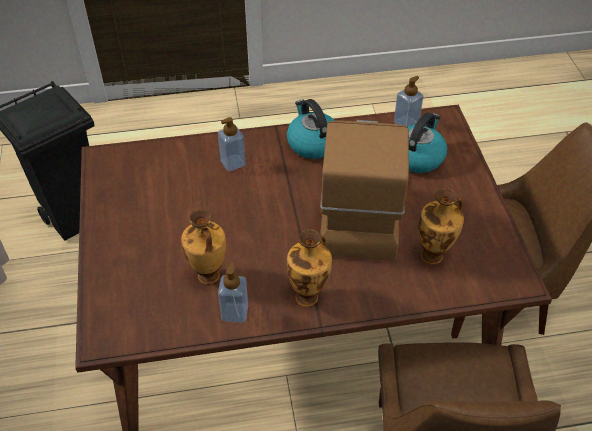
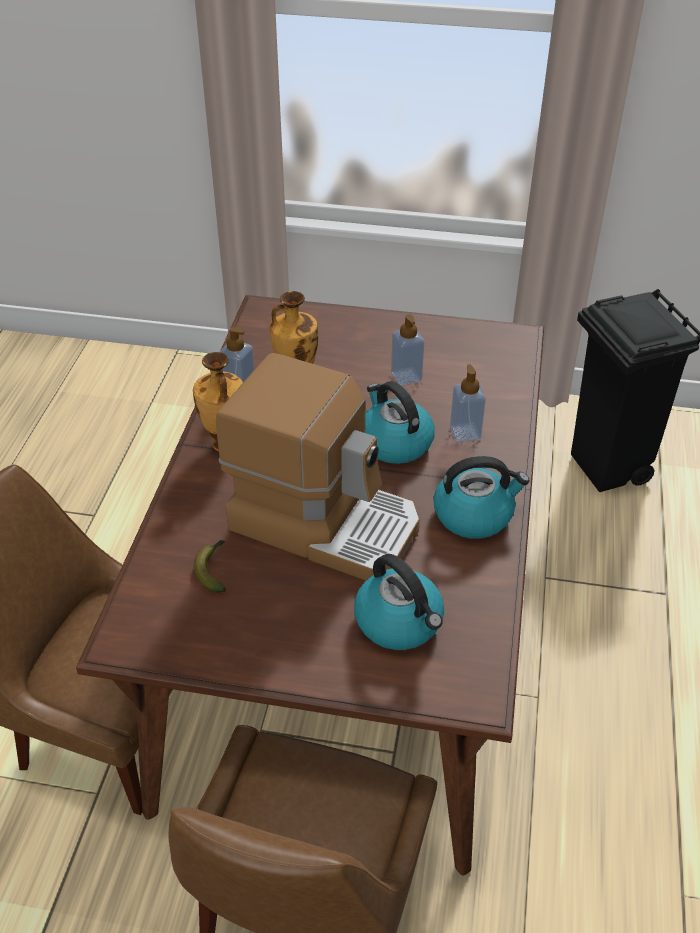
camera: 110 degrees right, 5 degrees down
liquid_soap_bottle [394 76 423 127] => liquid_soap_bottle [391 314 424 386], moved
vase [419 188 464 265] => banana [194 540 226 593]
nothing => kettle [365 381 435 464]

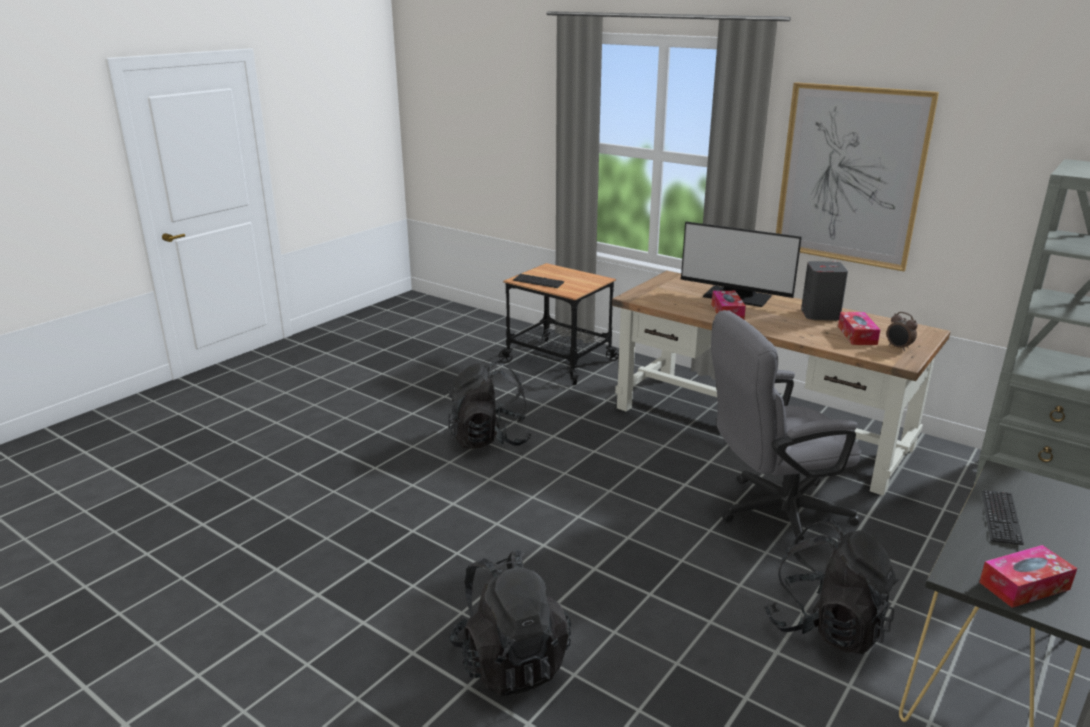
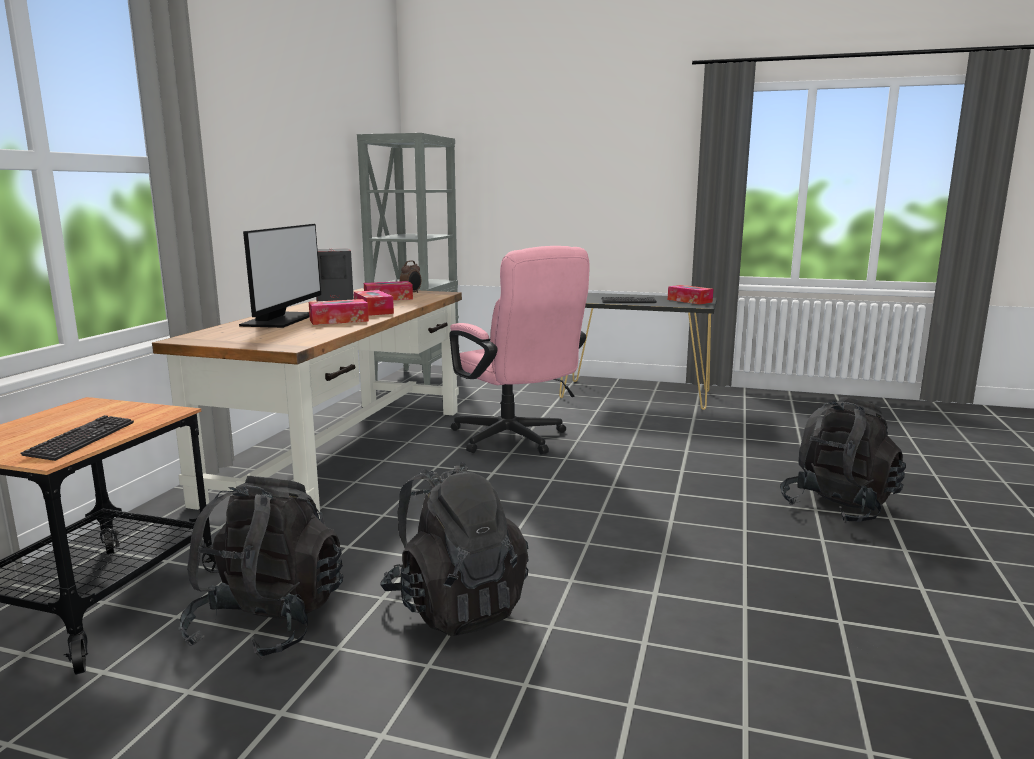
camera: 110 degrees left, 10 degrees down
grey_office_chair [711 310 861 550] => pink-coloured_office_chair [449 246 590 455]
black_rucksack [764 519 898 654] => black_rucksack [178 476 343 660], moved
wall_art [776 82 939 271] => nothing
nothing => tissue_box [354 290 394 316]

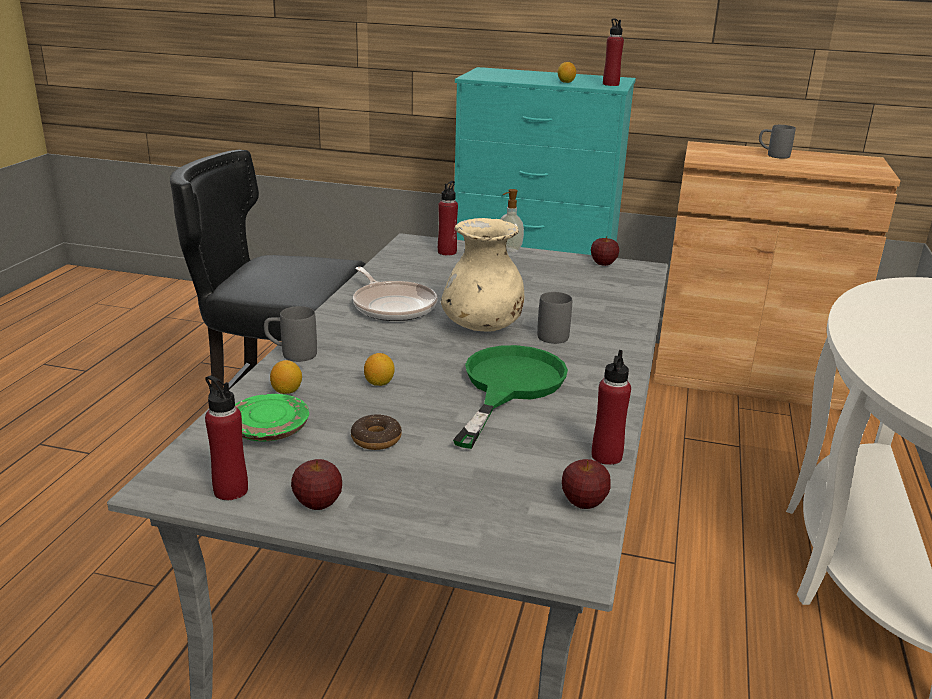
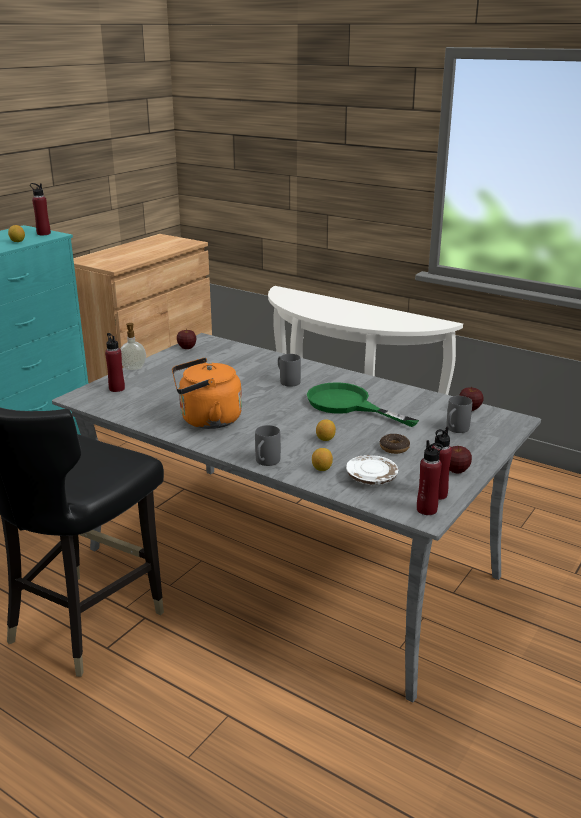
camera: 70 degrees left, 0 degrees up
green_plate [235 394 309 441] => white-coloured_plate [346 455 398 485]
pan [353 267 438 321] => orangey_kettle [172 358 242 429]
beige_vase [441 218 524 332] => nothing
red-coloured_beverage_bottle [592 350 631 465] => red-coloured_beverage_bottle [417 440 443 515], moved
grey_tea_mug [759 125 796 159] => grey_tea_mug [446 396 472 433], moved

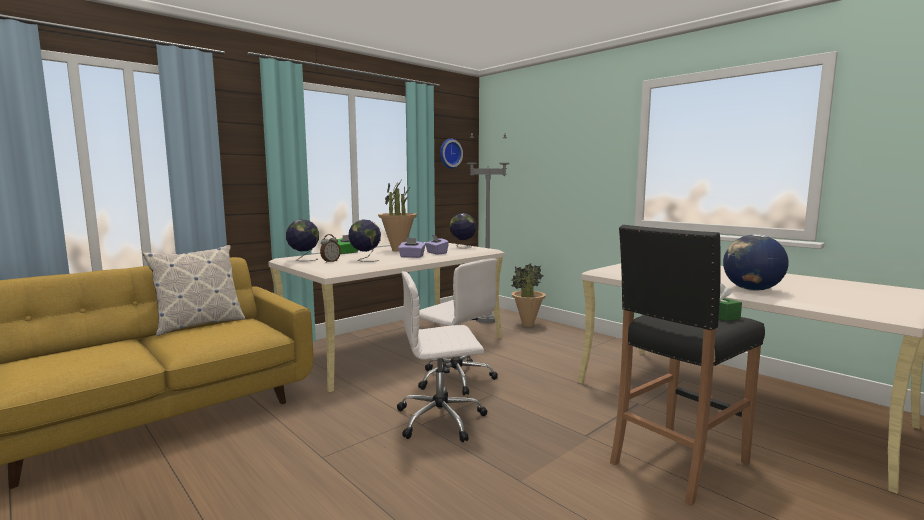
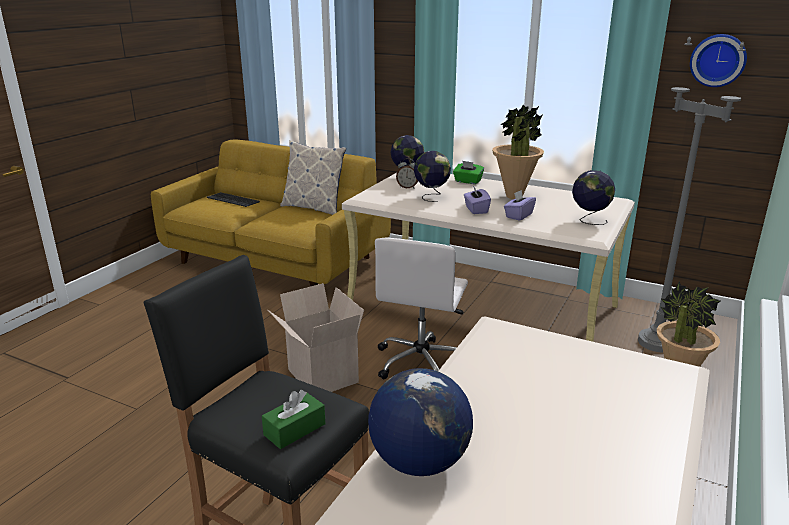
camera: 70 degrees right, 15 degrees up
white-coloured_office_chair [397 271 487 442] => cardboard_box [268 283 364 392]
nothing => keyboard [207 192 260 207]

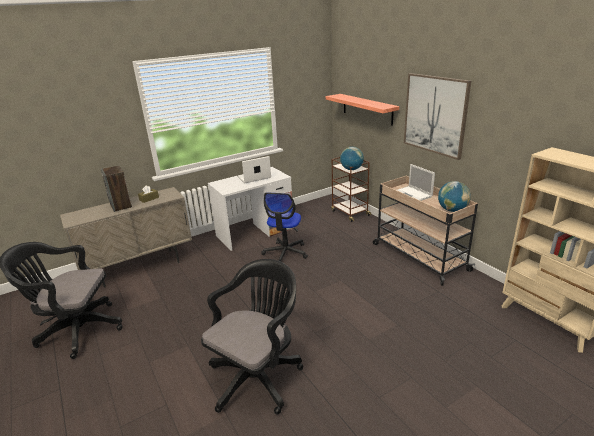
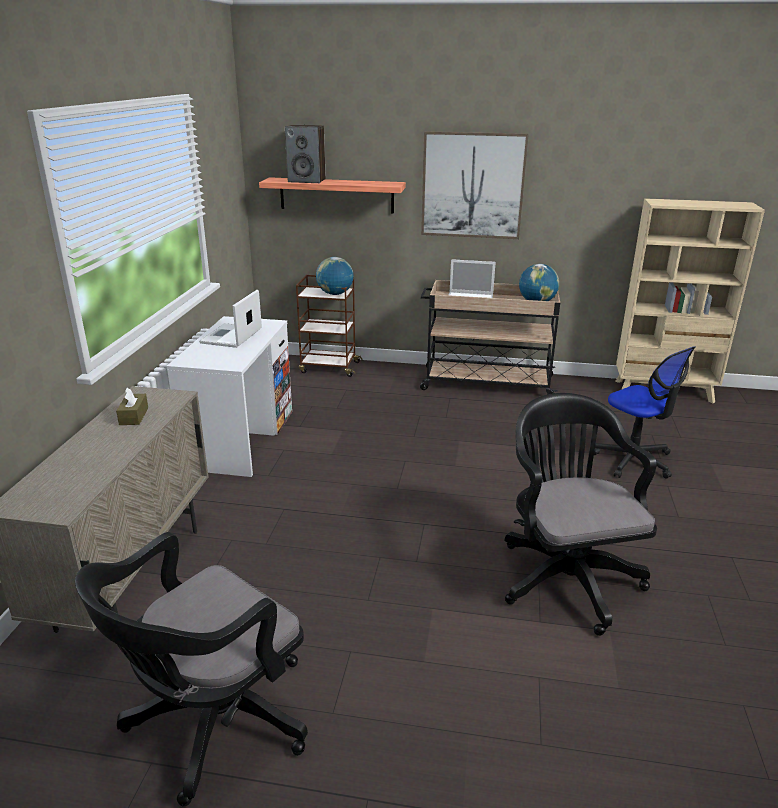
camera: 50 degrees left, 0 degrees up
audio_speaker [101 166 132 212] => audio_speaker [285 125 326 183], moved
office_chair [261 192 308 262] => office_chair [594 346 695 479], moved

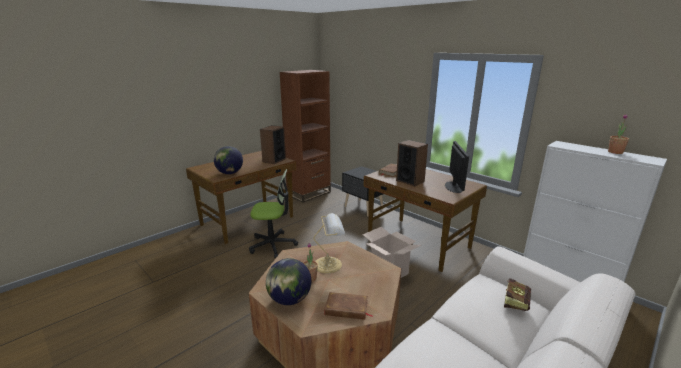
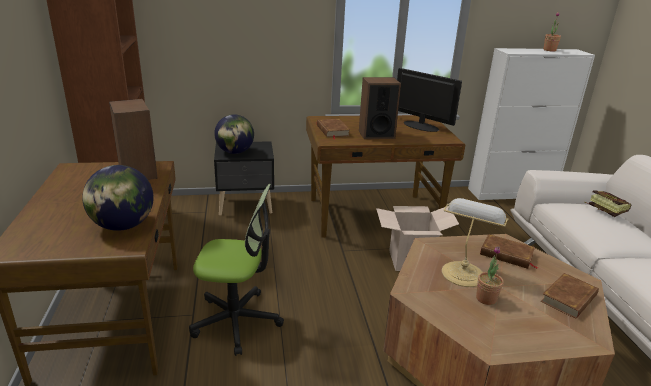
camera: 55 degrees left, 5 degrees up
office_chair [249 169 298 259] => office_chair [189 184 284 356], 60 degrees clockwise
desk_globe [266 258 311 305] => desk_globe [214 114 254 154], moved
nothing => brown-coloured_bound_book [480 234 538 269]

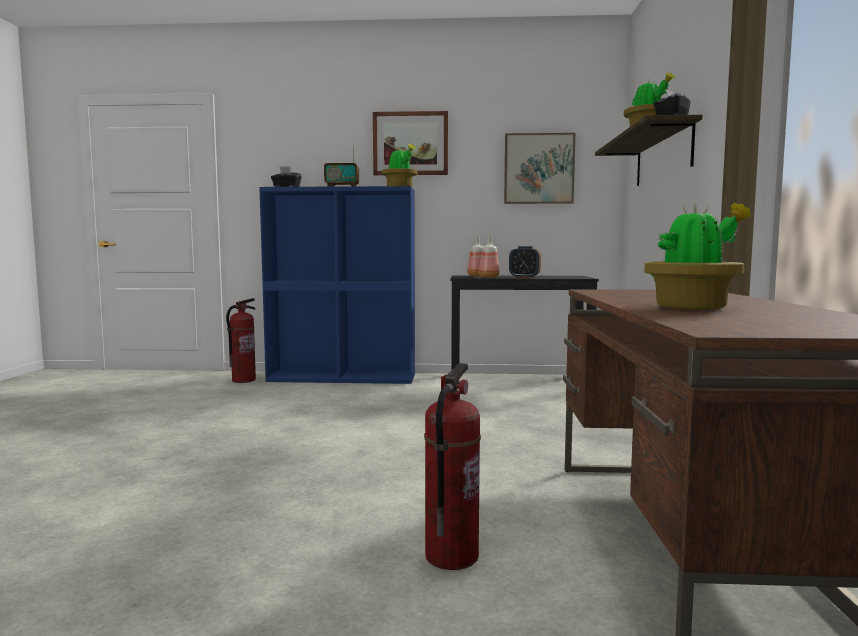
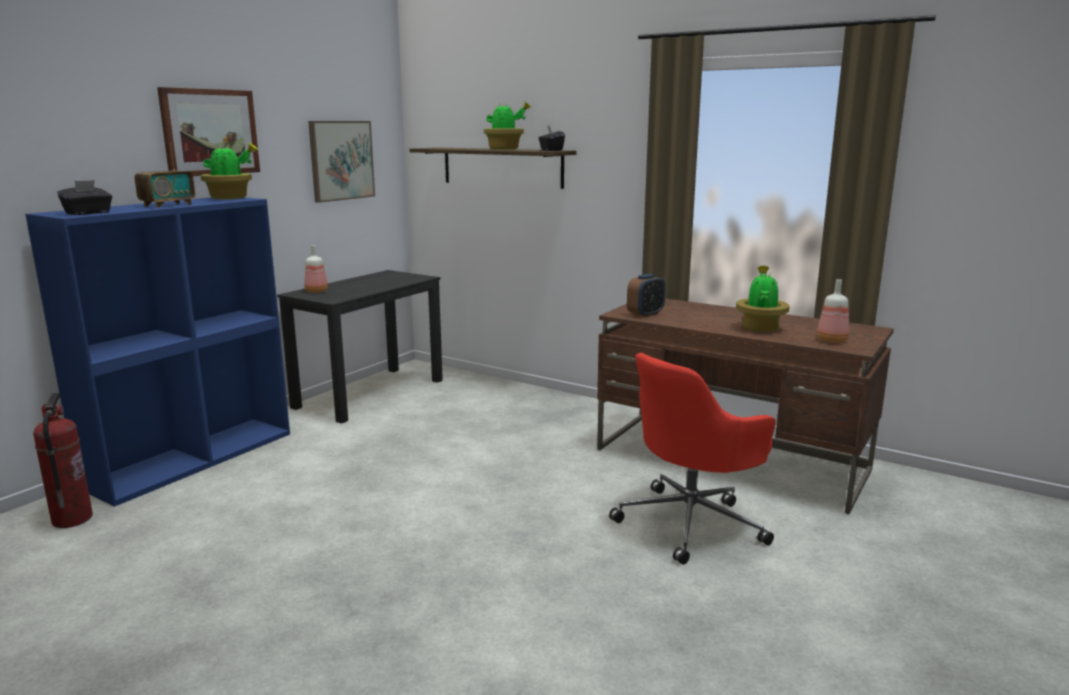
camera: 60 degrees left, 10 degrees up
fire_extinguisher [424 363 481 570] => red-coloured_office_chair [609 353 776 565]
beverage_bottle [479 235 500 278] => beverage_bottle [817 279 850 343], moved
table_clock [509 246 541 278] => table_clock [627 274 665 317], moved

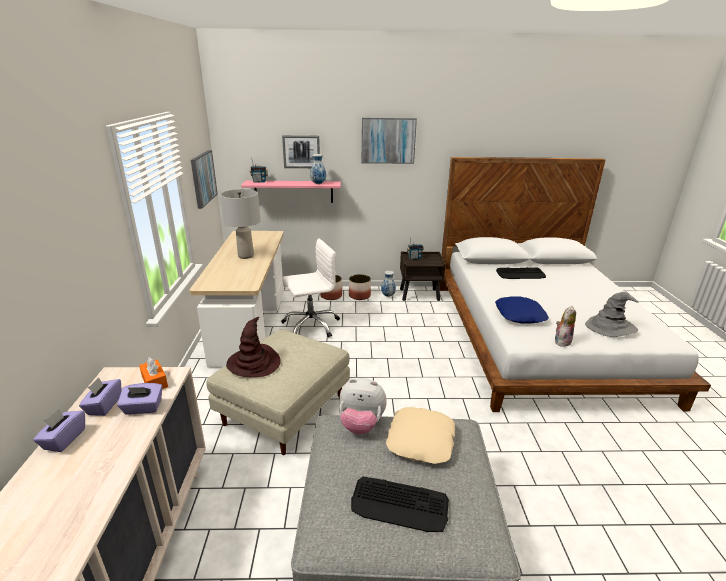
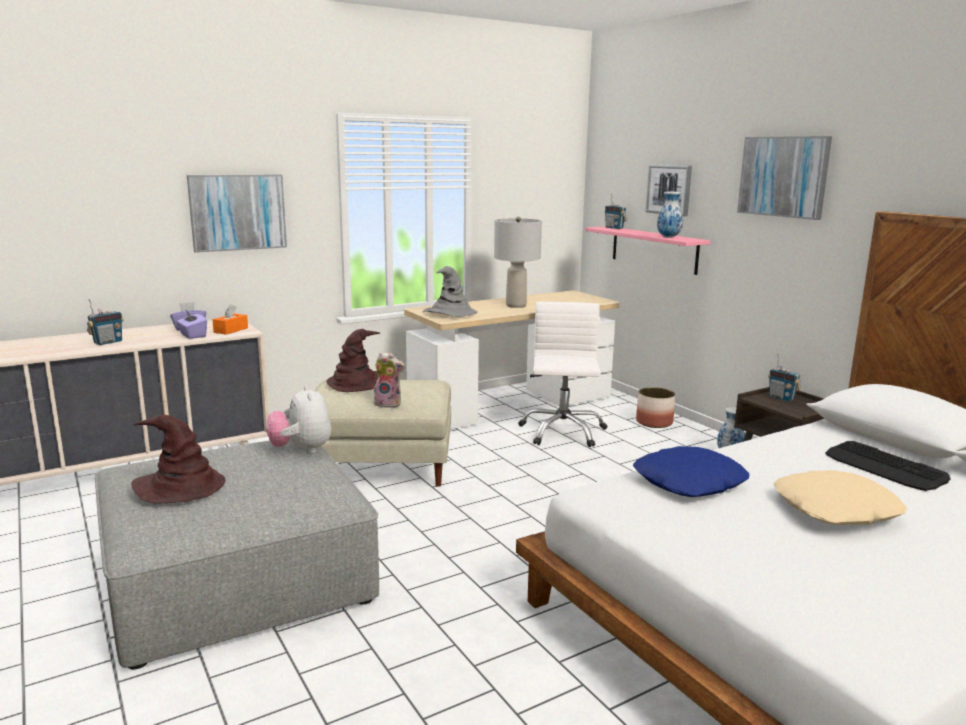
camera: 60 degrees right, 10 degrees down
purple-coloured_tissue_box [33 409 85 452] => nothing
wall_art [191 150 218 209] => wall_art [187 175 287 253], moved
white-coloured_office_chair [281 238 340 338] => white-coloured_office_chair [518 302 608 447], 120 degrees counterclockwise
planter [349 274 371 300] => nothing
keyboard [351 477 449 532] => brown-coloured_clothing_hat [131 414 225 504]
beige_cushion [386 407 455 464] => beige_cushion [774 470 907 525], moved
plush_toy [555 306 576 347] => plush_toy [374 351 405 408], moved
grey_clothing_hat [585 292 639 337] => grey_clothing_hat [423 266 478 317], moved
nothing => radio [87 299 124 345]

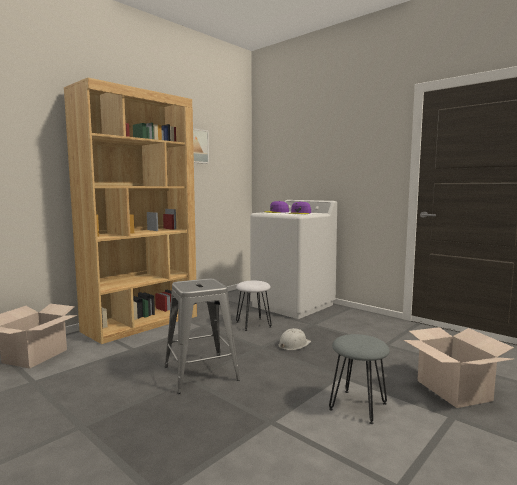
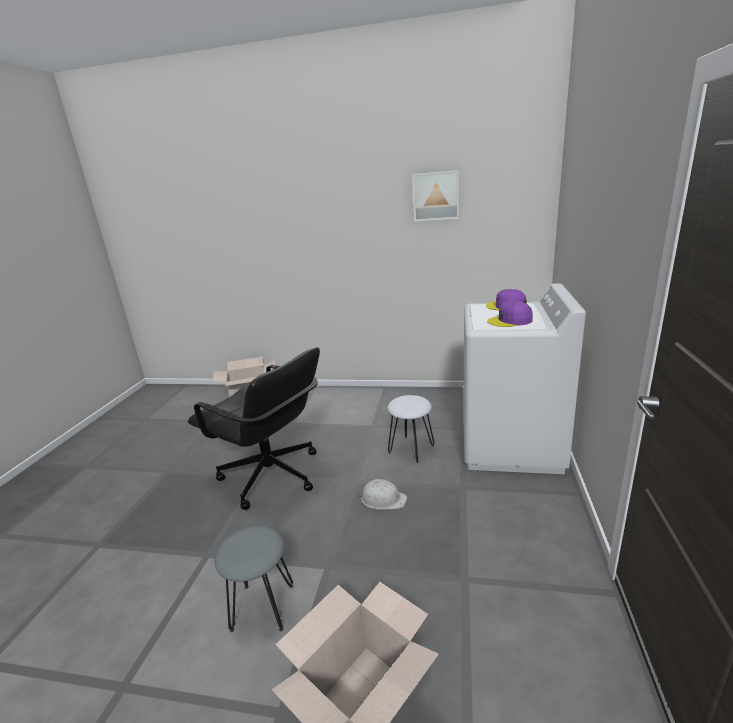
camera: 60 degrees right, 15 degrees up
brown-coloured_shelving_unit [64 78 197 344] => nothing
grey_sitting_stool [165 278 240 394] => black_office_chair [188 347 320 510]

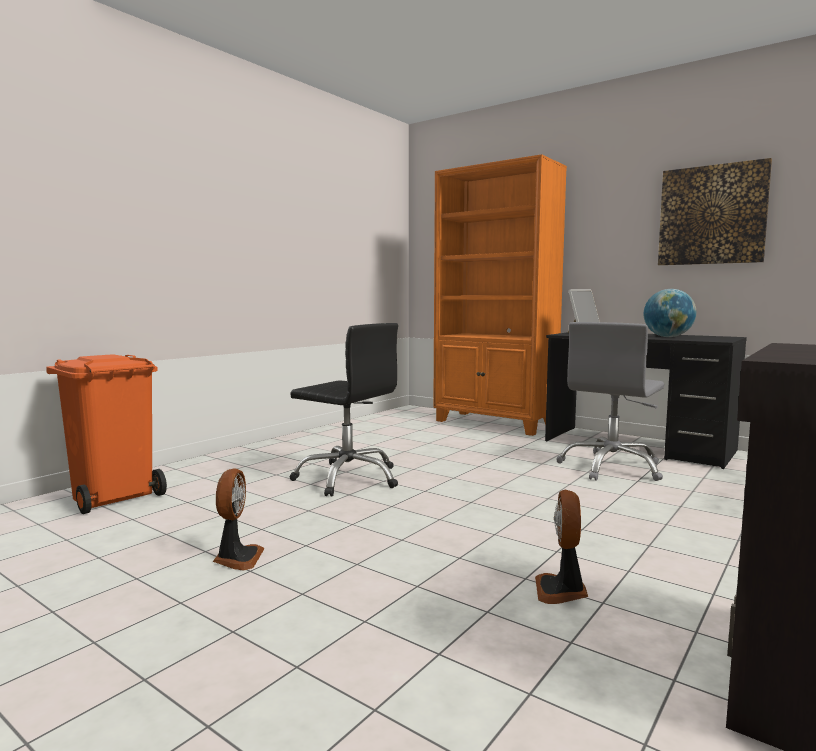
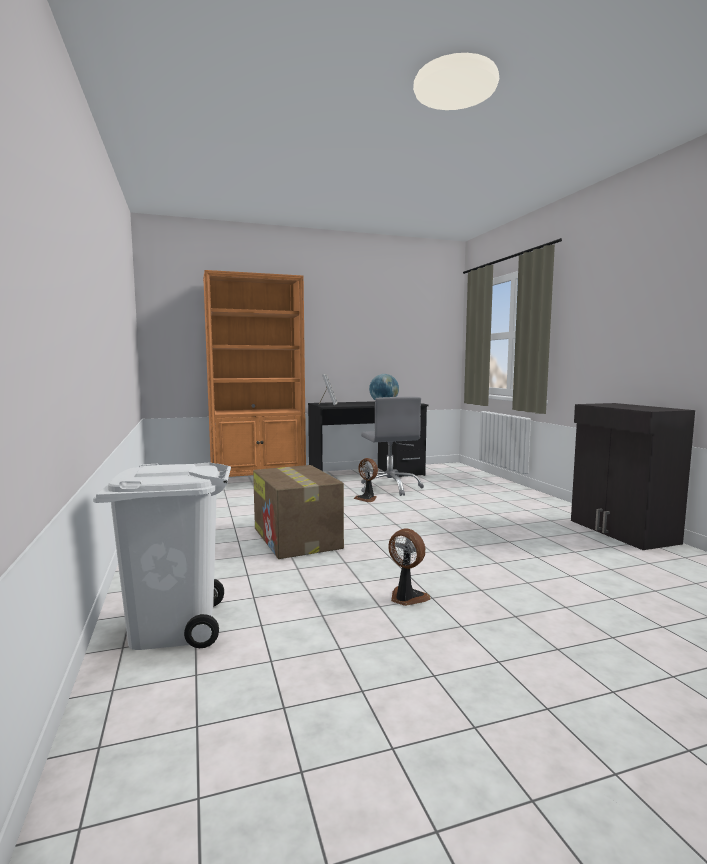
camera: 55 degrees left, 0 degrees up
orangey_rubbish_bin [46 354 167 514] => white-coloured_rubbish_bin [93 462 231 650]
black_office_chair [290 323 398 497] => cardboard_box [253 465 344 559]
cooling_fan [535 490 588 604] => cooling_fan [354 458 378 502], moved
wall_art [658 158 772 265] => nothing

